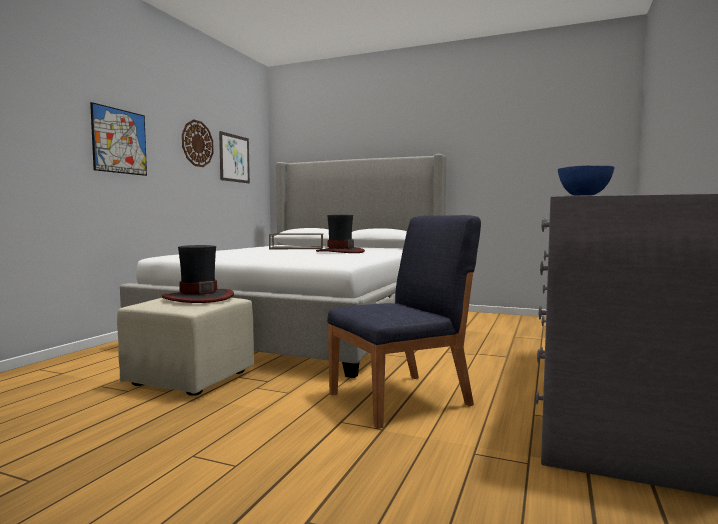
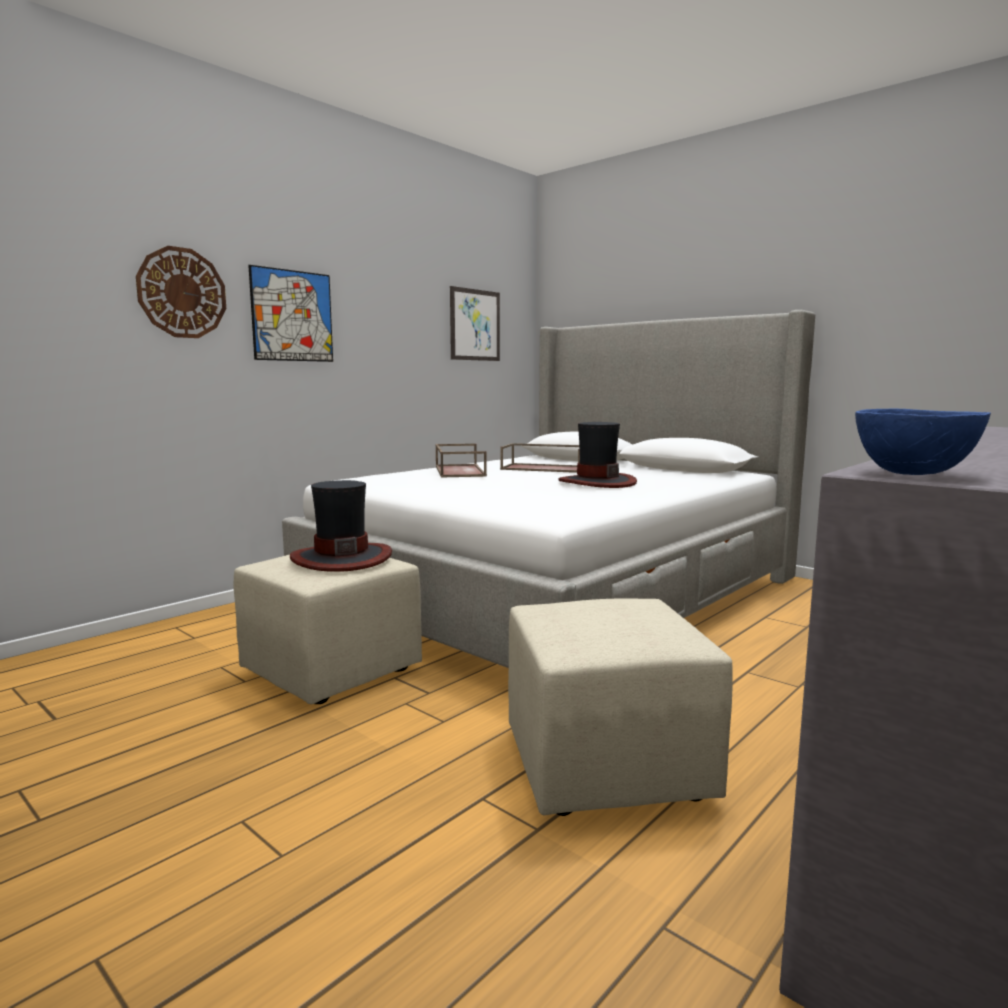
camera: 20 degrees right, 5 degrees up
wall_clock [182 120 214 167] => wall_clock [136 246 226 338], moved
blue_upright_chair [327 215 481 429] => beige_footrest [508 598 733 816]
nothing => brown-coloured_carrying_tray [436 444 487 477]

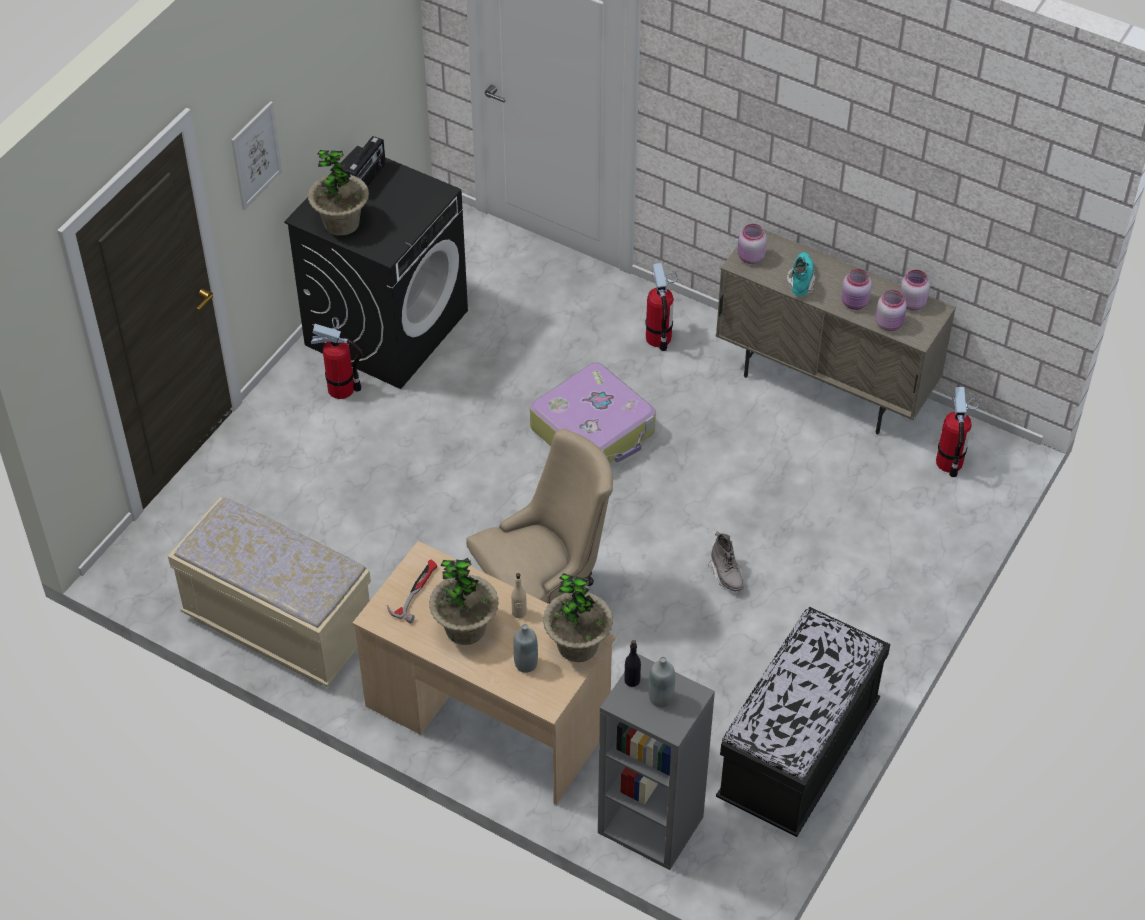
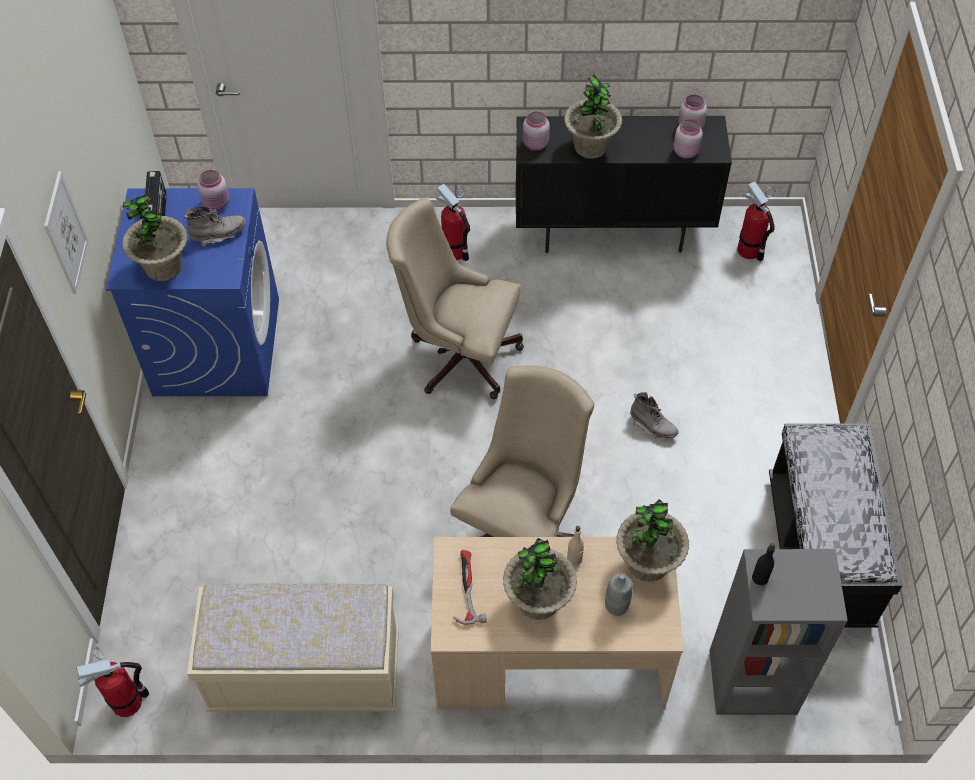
camera: 30 degrees left, 5 degrees up
black_washing_machine [284 146 468 389] => blue_washing_machine [106 188 279 396]
fire_extinguisher [311 317 363 399] => fire_extinguisher [76 646 149 717], moved
piece_of_luggage [530 362 656 464] => beige_office_chair [386 198 524 399]
grey_beverage_bottle [648 657 675 708] => nothing
beige_cupboard [716 229 956 434] => black_cupboard [515 116 732 253]
turquoise-coloured_boot [787 252 816 296] => houseplant [564 74 622 159]
pink-coloured_storage_jar [841 269 872 310] => pink-coloured_storage_jar [197 170 229 211], moved
nothing => grey_boot [183 206 246 247]

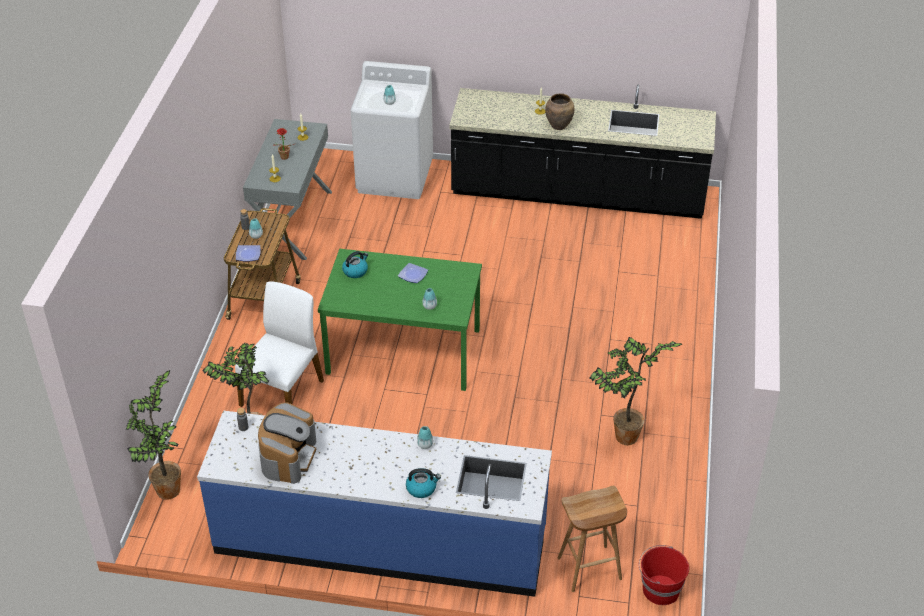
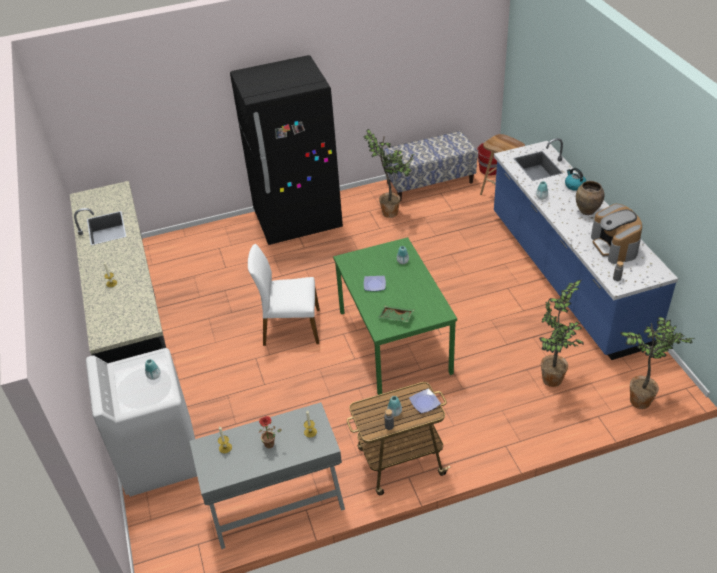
camera: 115 degrees left, 0 degrees up
white-coloured_upright_chair [235 281 324 407] => white-coloured_upright_chair [248 244 320 346], moved
coffee_brewer [258 402 316 484] => coffee_brewer [591 204 642 264], 90 degrees counterclockwise
kettle [342 251 368 278] => green_carrying_tray [378 306 414 322]
brown-coloured_vase [545 93 574 130] => brown-coloured_vase [576 181 604 215], moved
nothing => black_fridge [230 55 343 245]
nothing => indoor_bench [383 131 477 201]

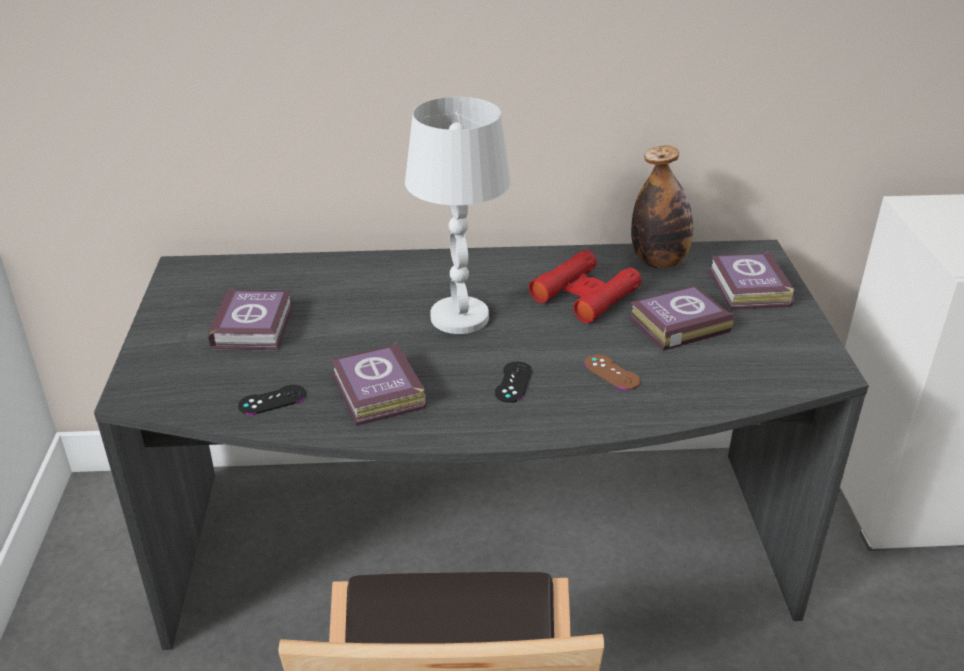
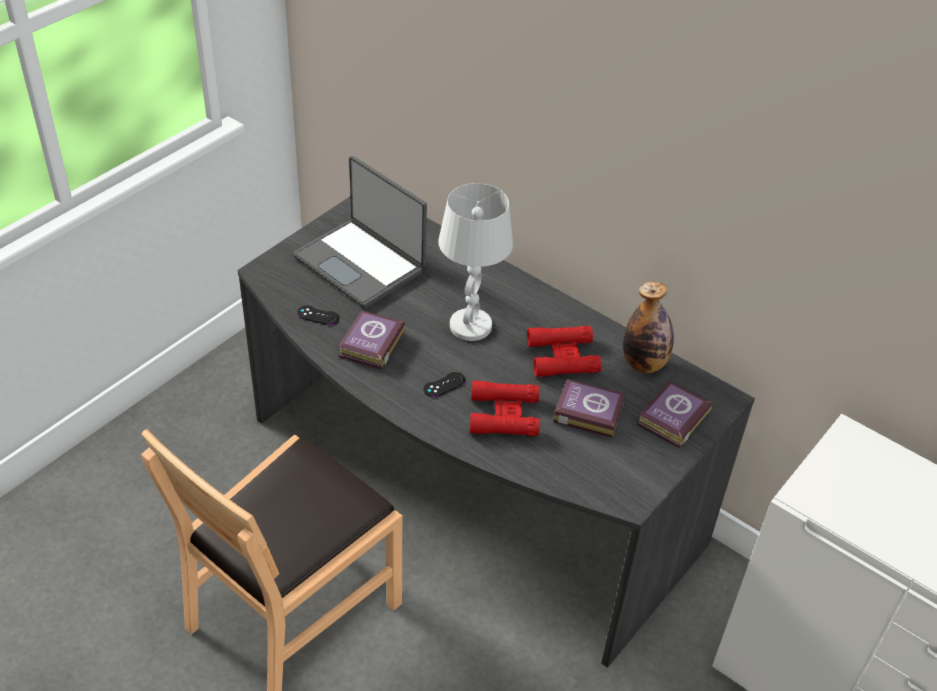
camera: 40 degrees right, 10 degrees up
bound_book [208 288 293 351] => portable_computer [293 156 427 308]
brown-coloured_game_controller [584 354 640 390] => red-coloured_binoculars [470 381 540 436]

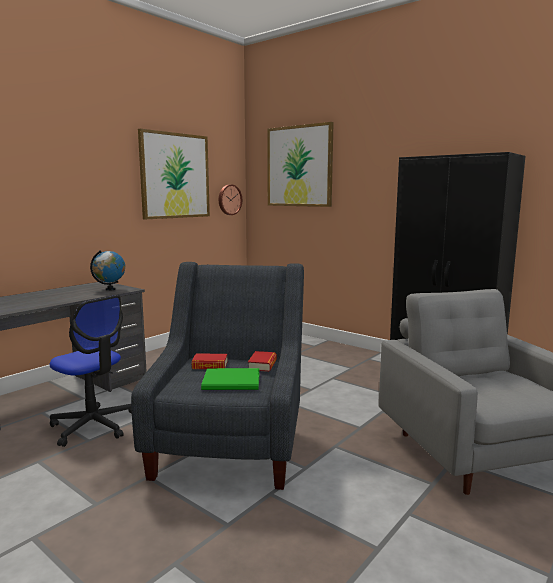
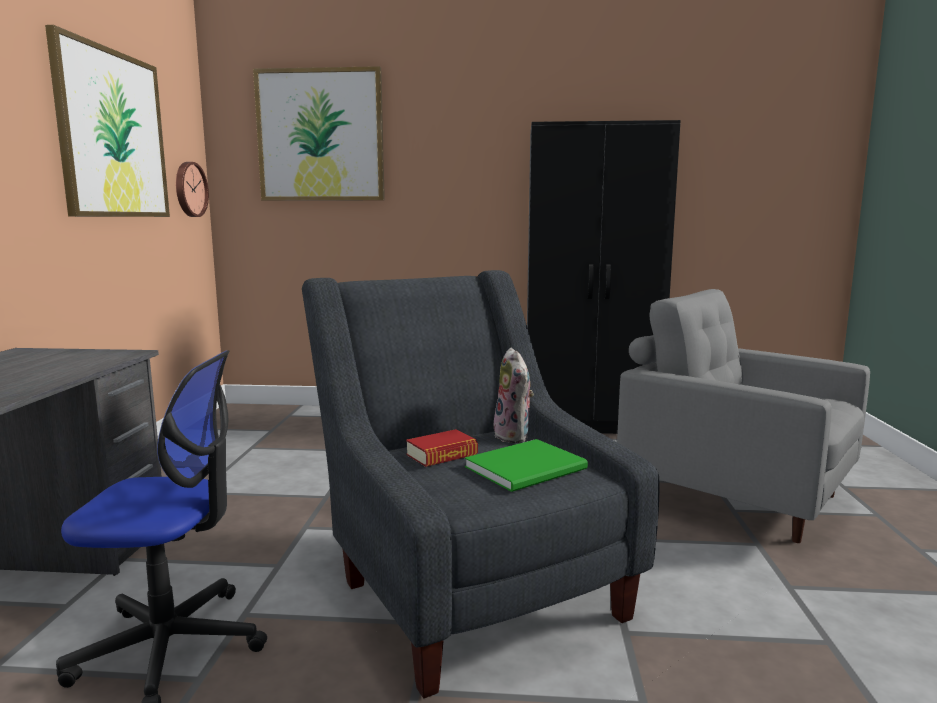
camera: 35 degrees left, 0 degrees up
desk_globe [90 250 125 291] => nothing
bound_book [248 351 277 372] => plush_toy [494 348 534 443]

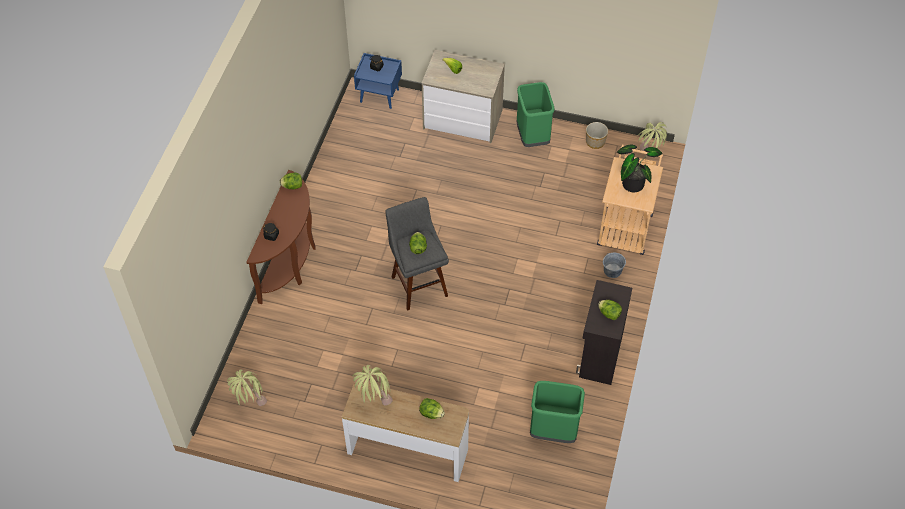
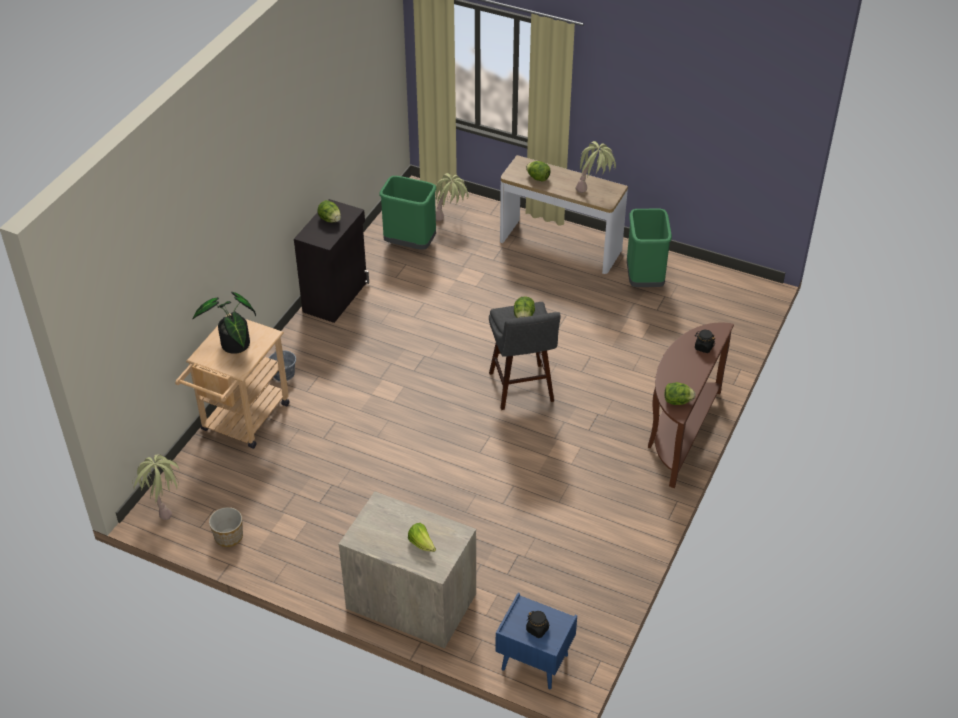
camera: 170 degrees left, 10 degrees down
houseplant [227 370 267 406] => houseplant [436 173 468 221], moved
green_rubbish_bin [517 82 555 147] => green_rubbish_bin [627 209 672 287], moved

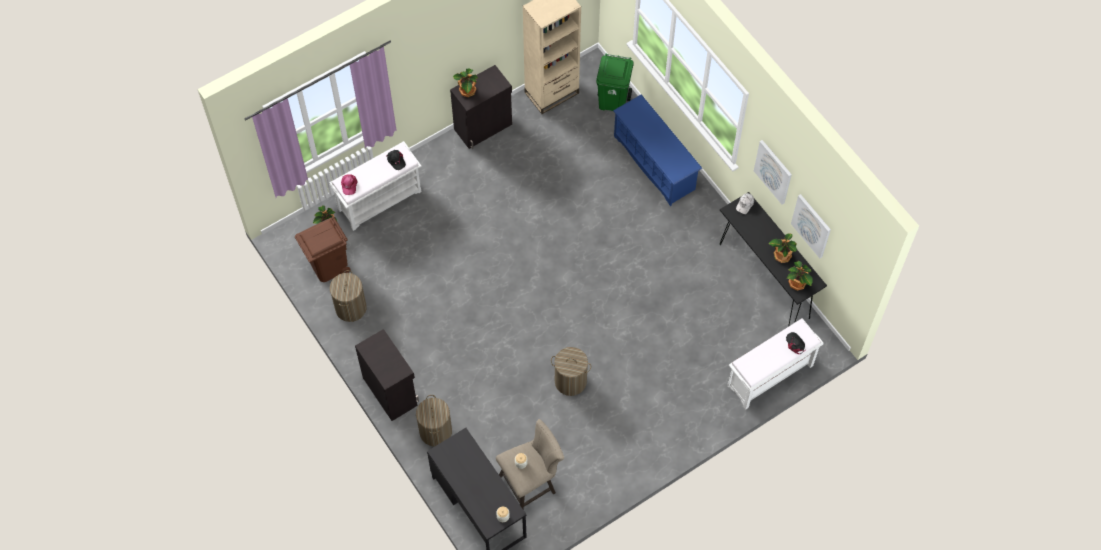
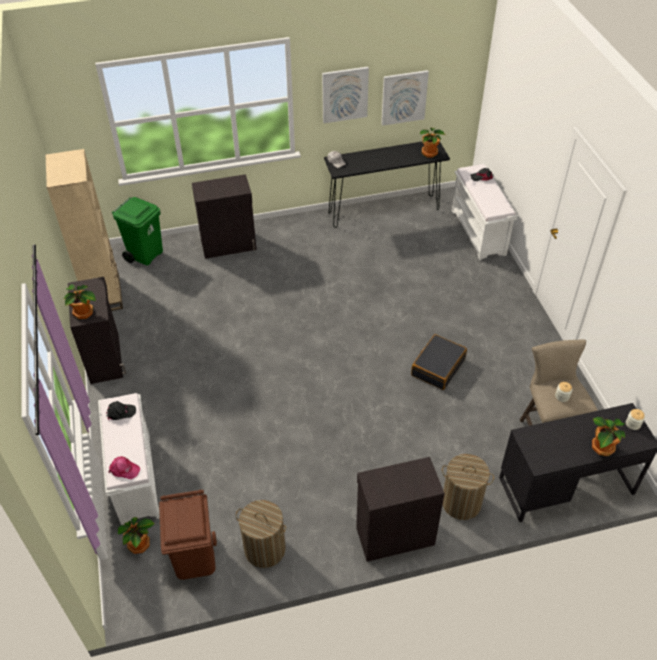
camera: 70 degrees left, 15 degrees down
hamper [551 347 591 396] => black_piece_of_luggage [411 334 467 390]
blue_shoe_shelf [613 94 702 206] => black_cupboard [192 174 257 259]
houseplant [769 233 797 263] => houseplant [592 417 625 456], moved

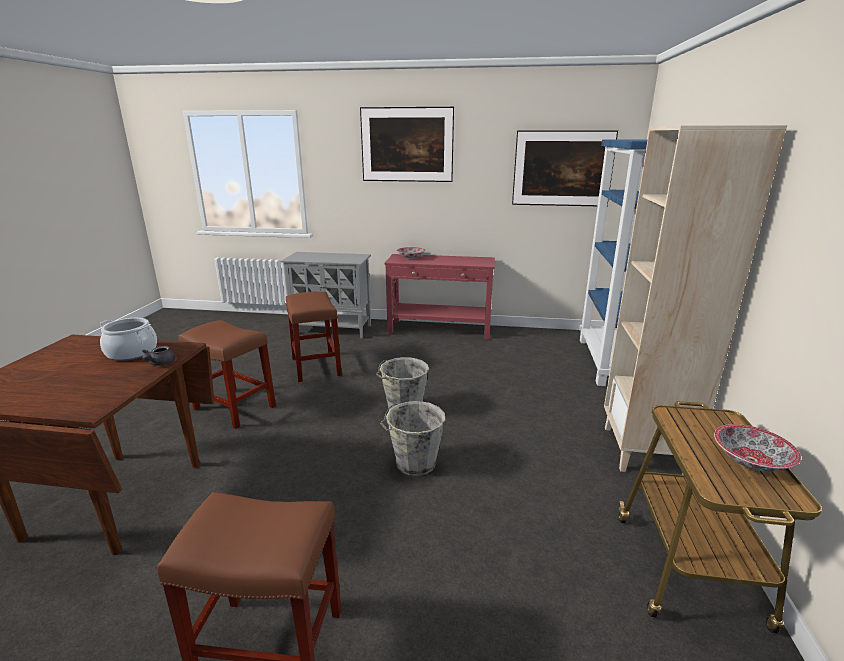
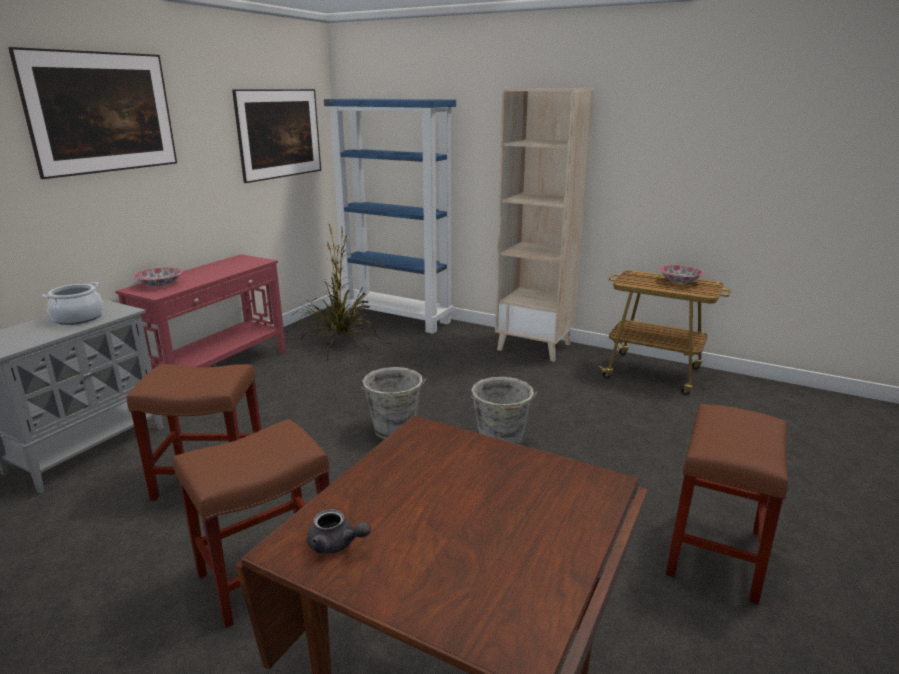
camera: 70 degrees left, 0 degrees up
saucepot [99 318 157 361] => saucepot [42 282 103 325], moved
grey_pot_for_tea [142 346 176 366] => grey_pot_for_tea [307 509 371 554], moved
nothing => houseplant [289 222 391 361]

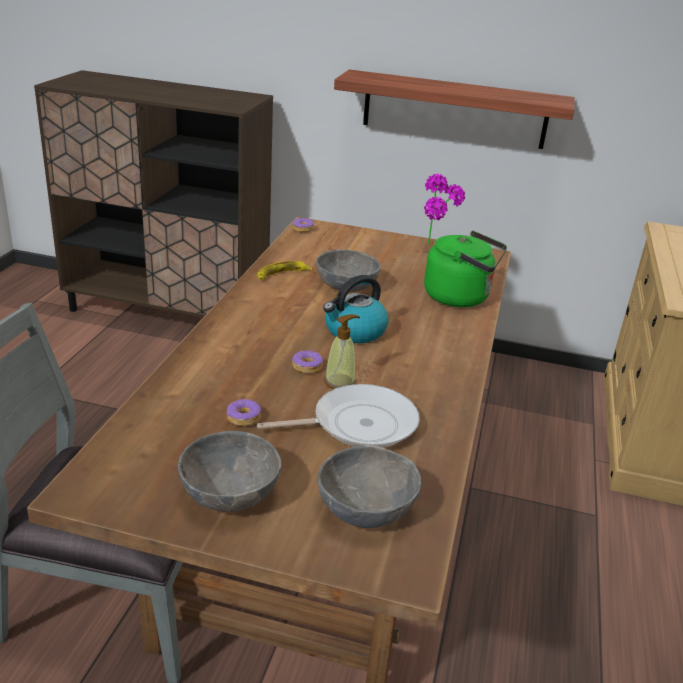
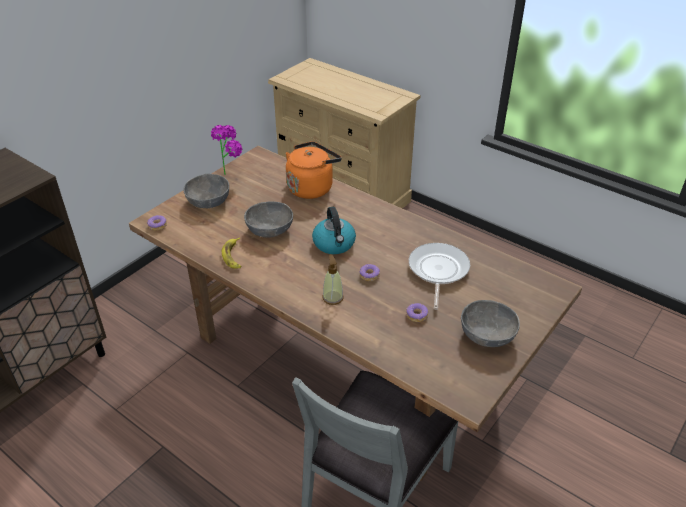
camera: 65 degrees left, 10 degrees up
grey_serving_bowl [317 445 421 528] => grey_serving_bowl [184 174 229 208], moved
liquid_soap_bottle [325 314 360 389] => liquid_soap_bottle [323 254 343 305], moved
bracket_shelf [334 70 575 149] => nothing
green_kettle [424 231 507 307] => orangey_kettle [286 141 342 199]

